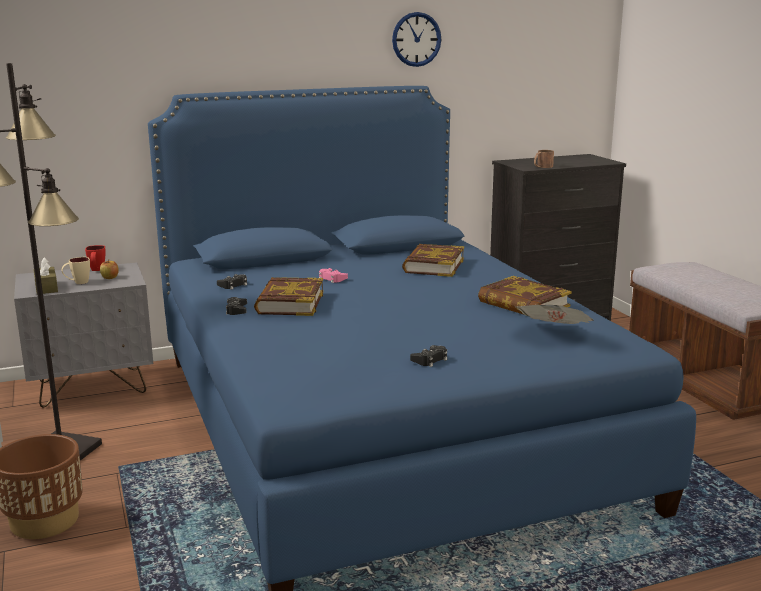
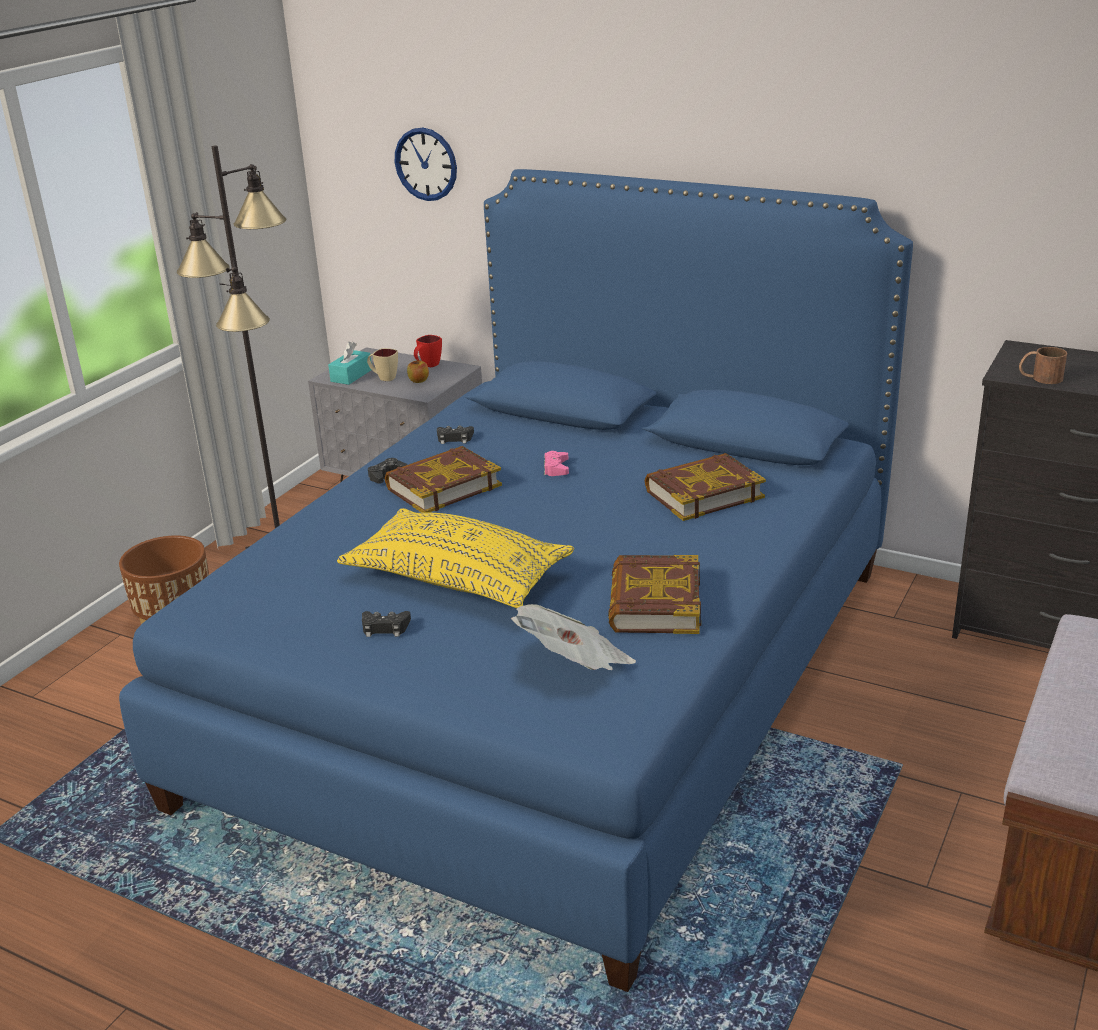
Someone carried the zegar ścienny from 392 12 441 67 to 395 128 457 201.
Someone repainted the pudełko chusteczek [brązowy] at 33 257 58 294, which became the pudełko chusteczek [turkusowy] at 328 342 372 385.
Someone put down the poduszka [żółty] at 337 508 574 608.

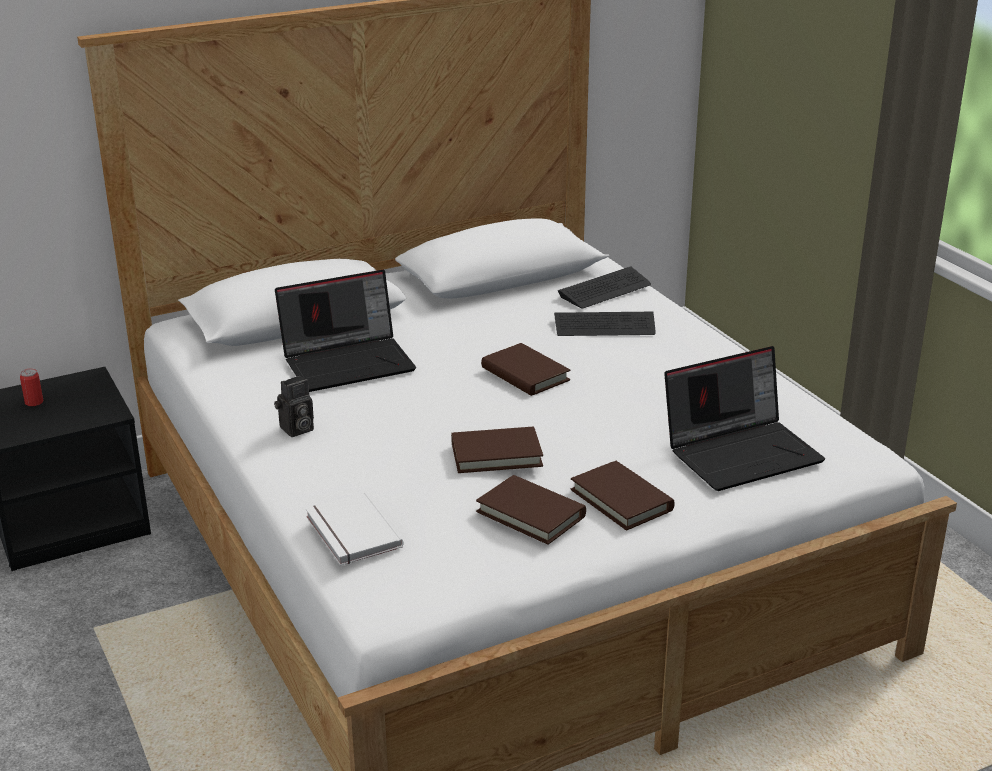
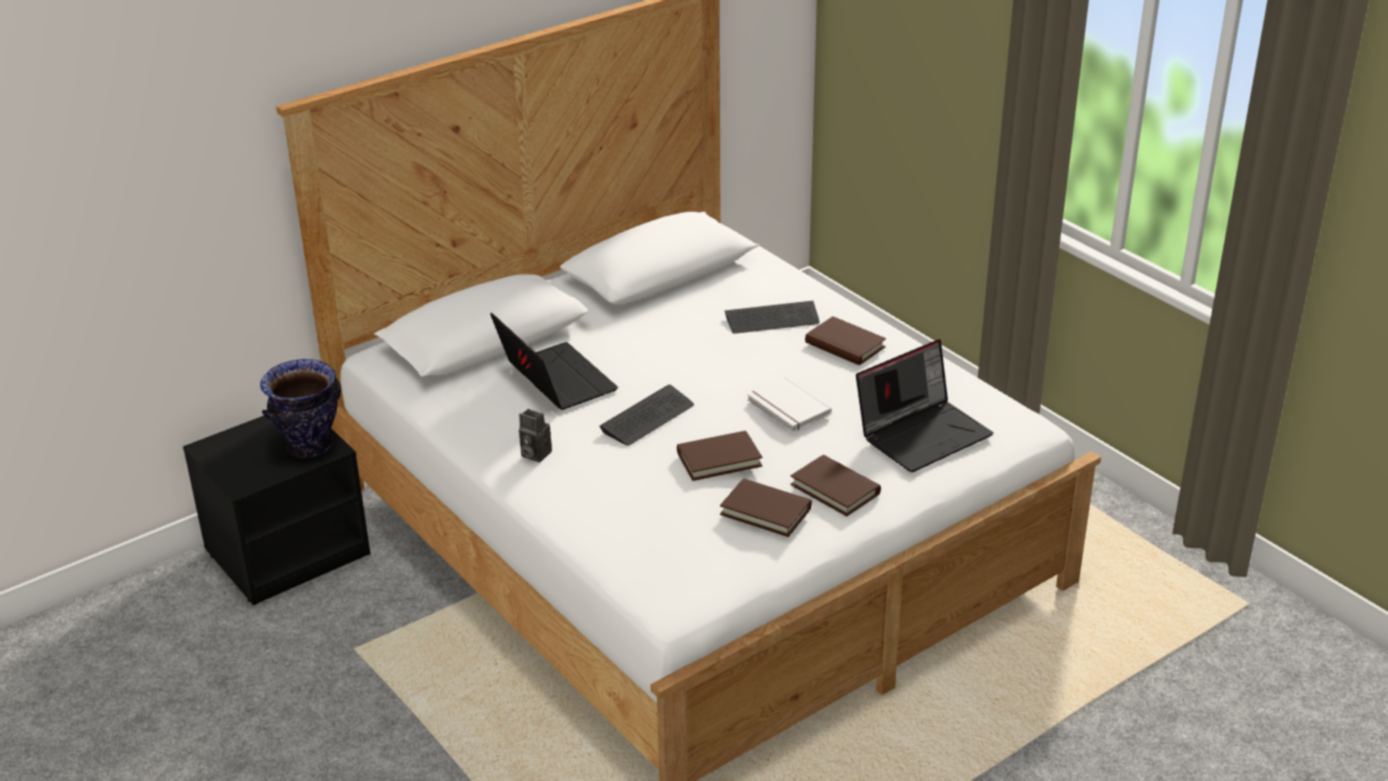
Someone carried the klawiatura from 558 266 651 308 to 600 385 694 446.
Someone rotated the laptop at 275 270 416 392 by 90 degrees counterclockwise.
Someone carried the książka [brązowy] from 481 343 570 396 to 805 316 886 365.
Someone took away the puszka at 20 368 43 406.
Someone rotated the aparat fotograficzny at 274 376 314 437 by 75 degrees clockwise.
Someone carried the książka [biały] from 306 492 404 566 to 747 377 832 432.
Someone put down the wazon at 260 359 341 458.

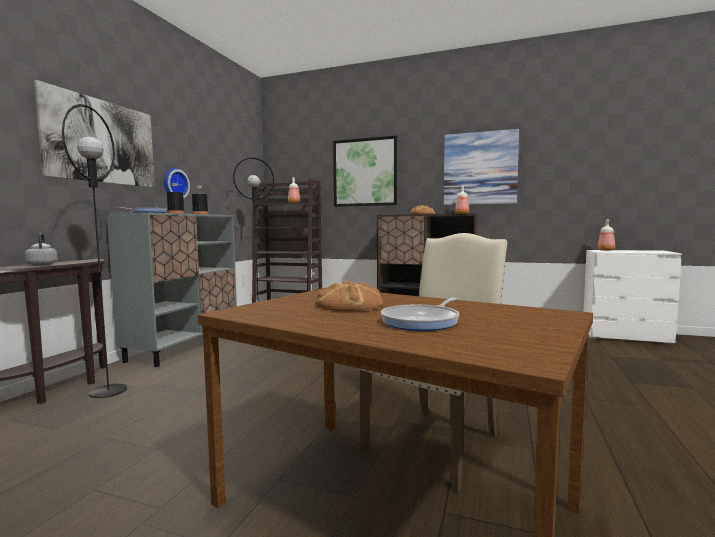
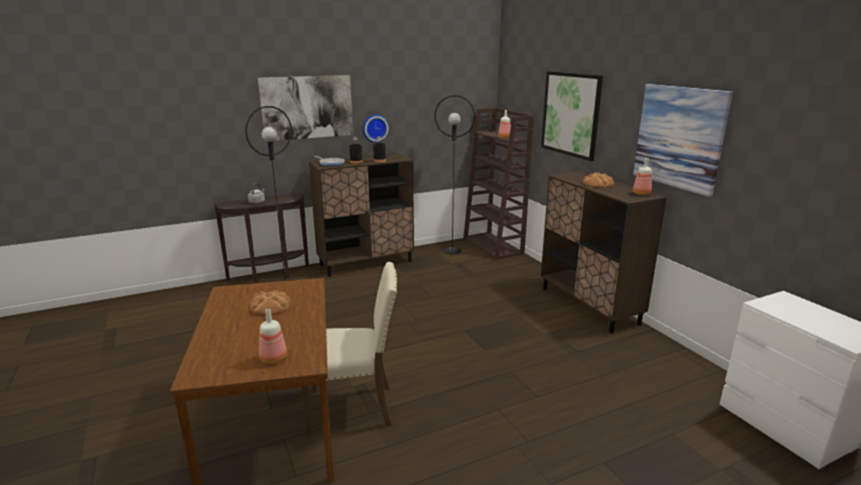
Someone repainted the szafka [szary] at 107 212 237 367, which became the szafka [brązowy] at 309 153 414 277.
Someone carried the butelka from 598 219 615 251 to 259 309 287 364.
Someone took away the patelnia at 381 298 459 331.

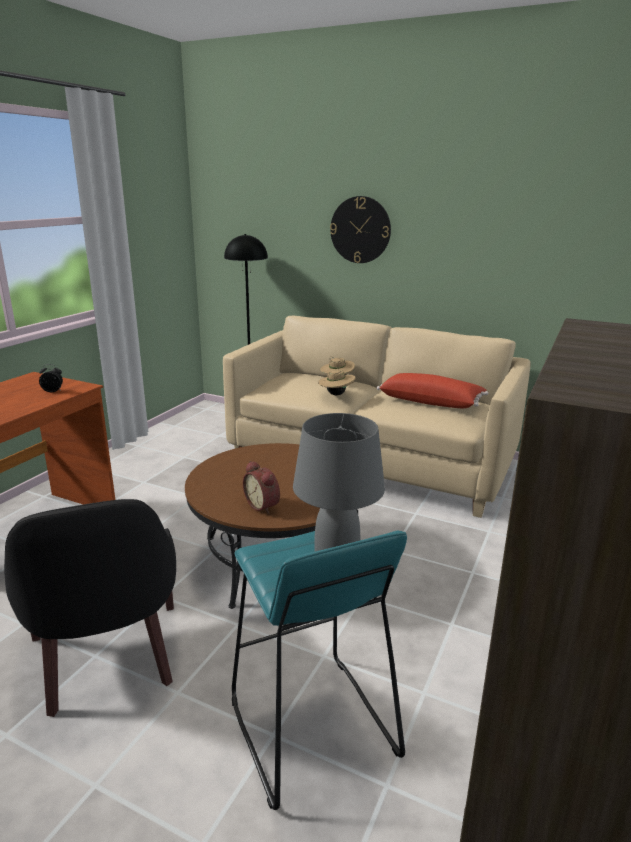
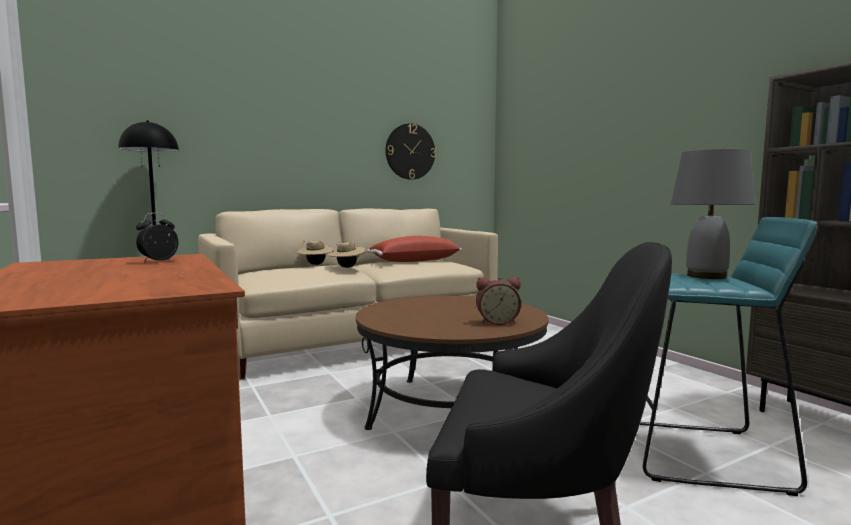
Someone carried the zegar ścienny from 330 196 391 263 to 386 123 436 180.

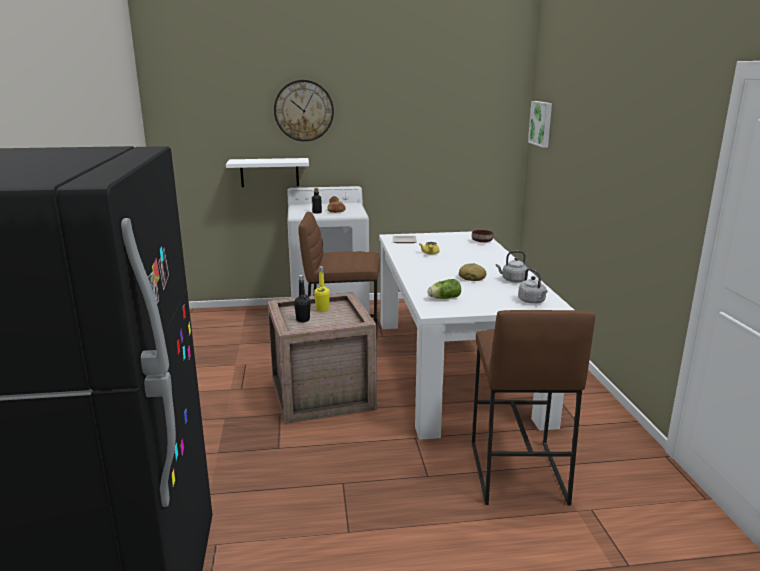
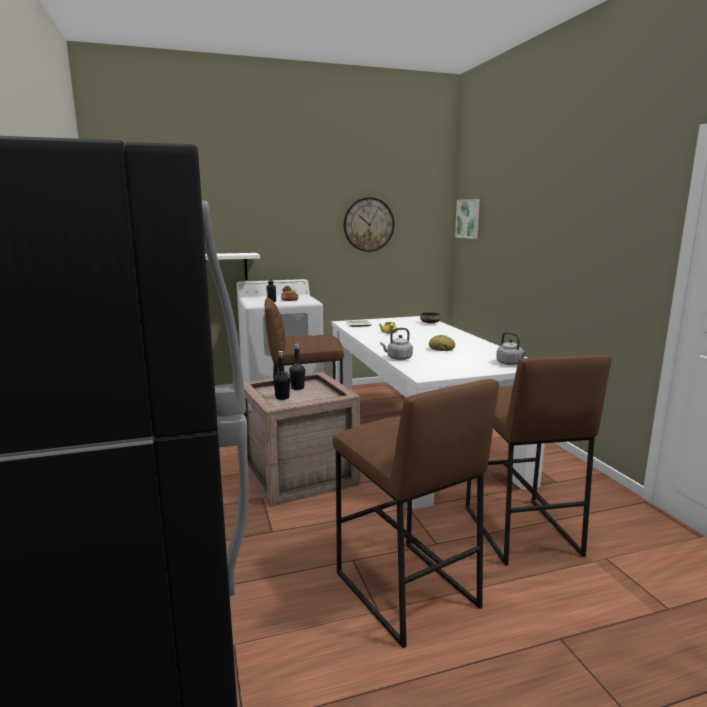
Someone carried the zegar ścienny from 274 80 334 142 to 344 197 394 252.
Someone carried the czajnik [szary] from 496 251 528 282 to 380 328 413 360.
Someone repainted the butelka [żółty] at 314 266 330 312, which became the butelka [czarny] at 289 344 305 390.
Someone took away the sałata at 427 279 461 299.
Someone put down the stołek [brązowy] at 332 379 499 648.

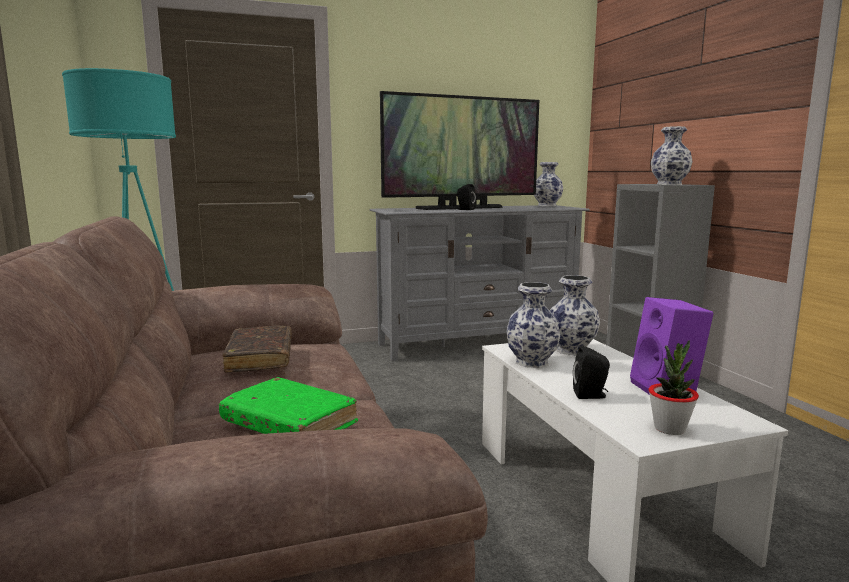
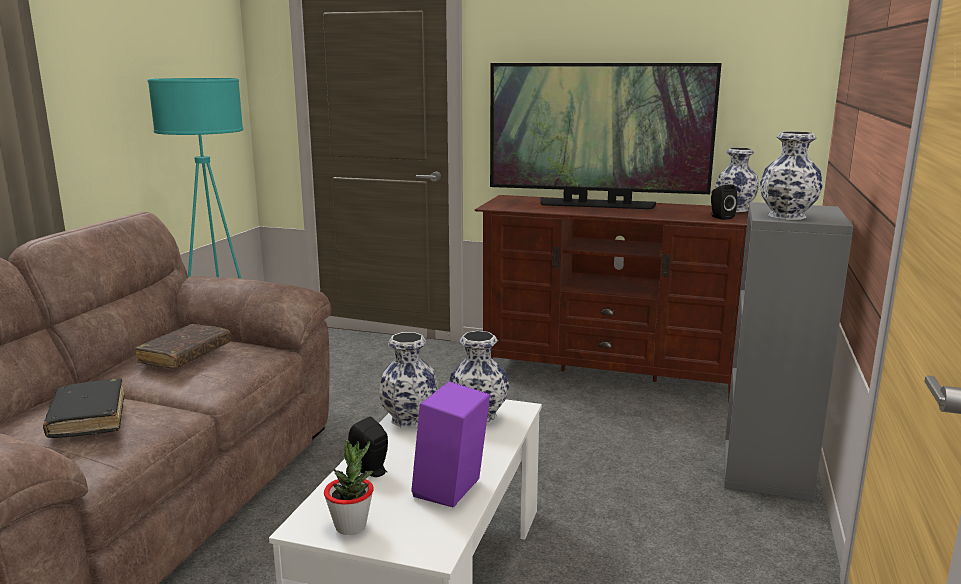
Someone carried the głośnik [czarny] from 457 184 476 210 to 711 184 737 220.
Someone repainted the szafka pod telewizor [szary] at 370 205 590 361, which became the szafka pod telewizor [brązowy] at 475 195 749 398.
Someone repainted the książka [zielony] at 219 377 358 434, which became the książka [czarny] at 43 378 124 438.

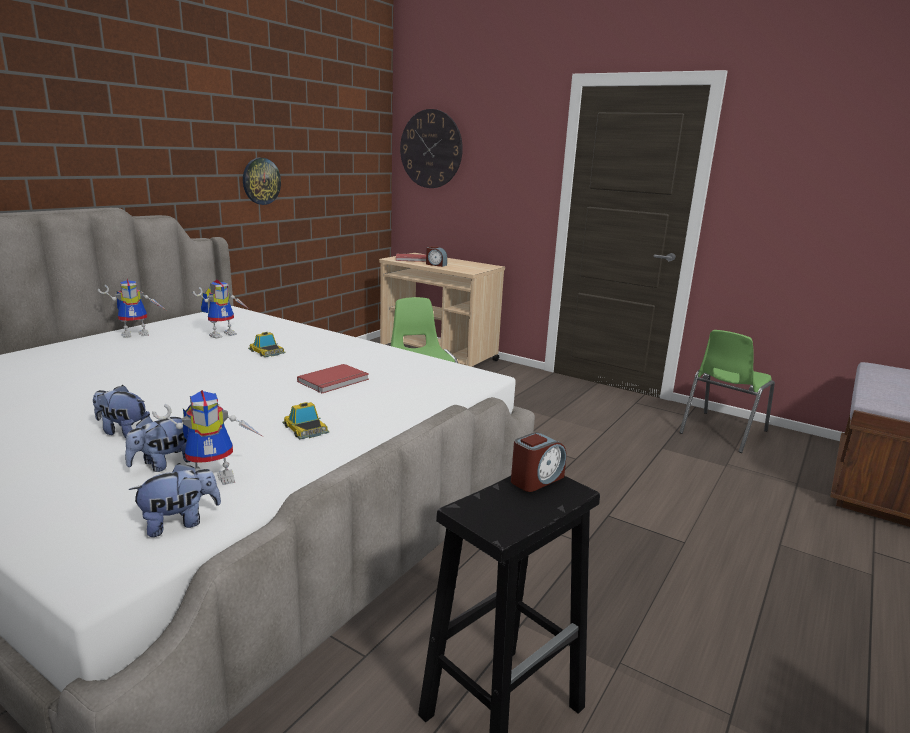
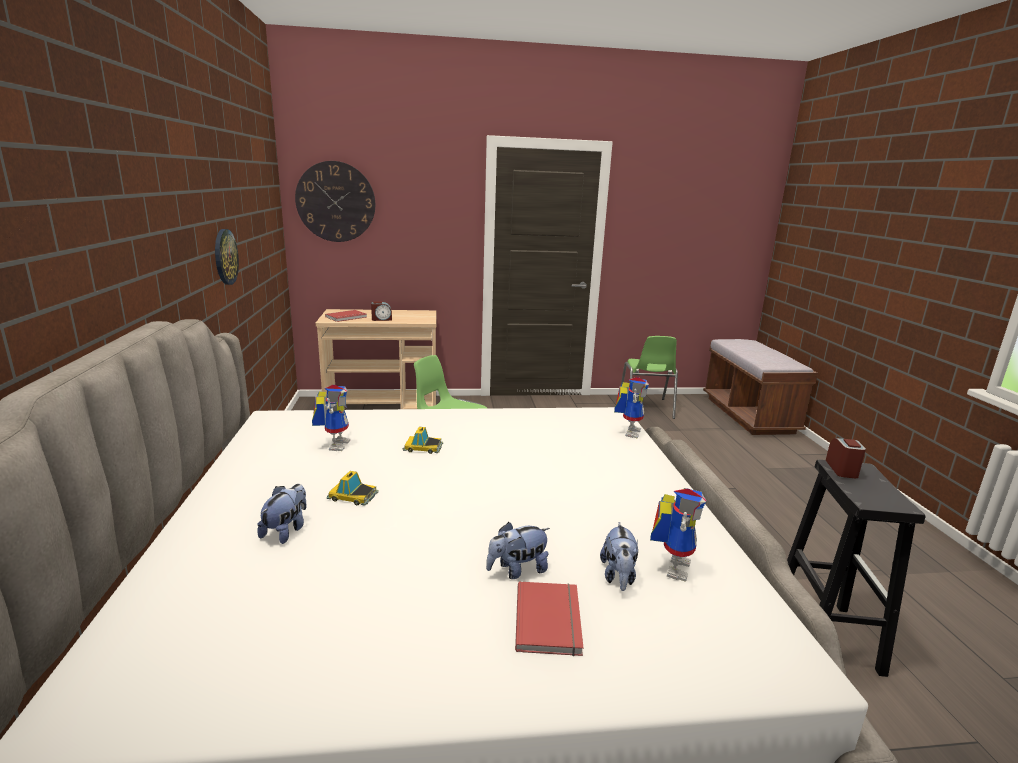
Someone carried the robot zabawkowy from 98 279 166 338 to 614 377 649 438.
Someone carried the książka [czerwony] from 297 364 369 393 to 515 582 583 656.
Someone carried the samochodzik from 282 402 329 439 to 327 471 379 506.
Someone carried the pluszak from 129 463 221 537 to 257 484 307 544.

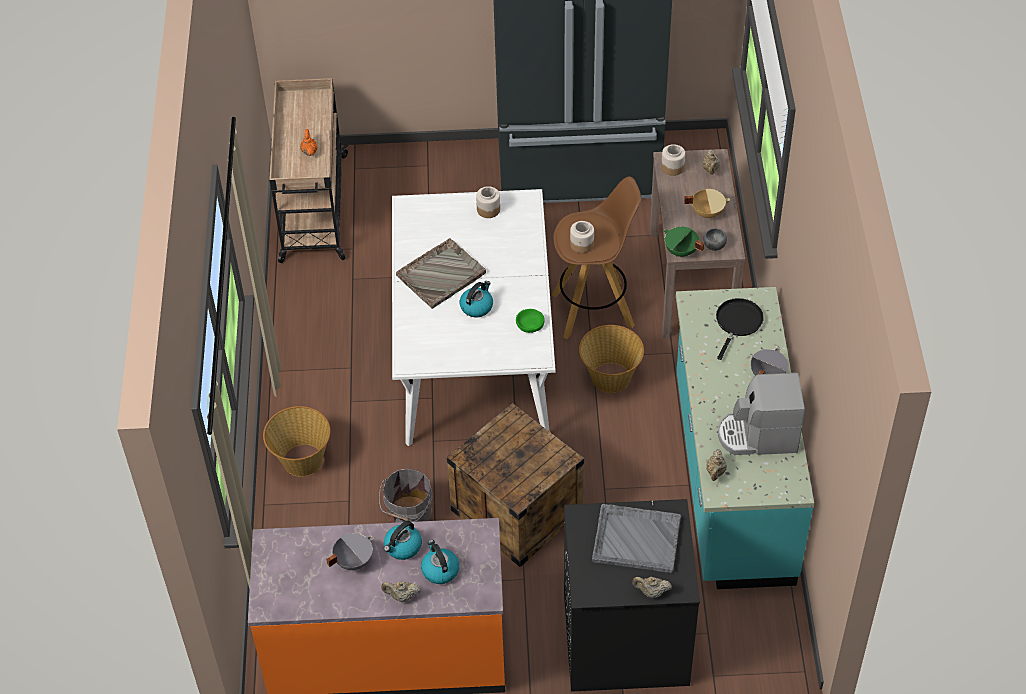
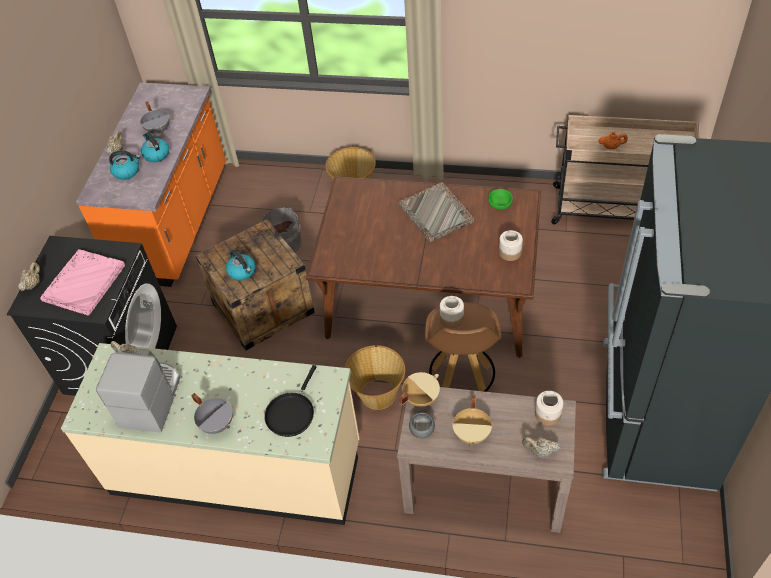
Someone repainted the stół jadalny [biały] at 392 189 556 446, which became the stół jadalny [brązowy] at 306 176 541 358.
Someone repainted the garnek [zielony] at 663 227 704 257, which became the garnek [beżowy] at 399 372 440 407.
Someone carried the czajnik from 460 281 493 317 to 226 250 256 281.
Someone repainted the zabudowa kuchenna [turkusowy] at 676 287 814 589, which became the zabudowa kuchenna [beżowy] at 61 343 360 525.
Someone rotated the patelnia [czarny] at 716 298 764 360 by 75 degrees clockwise.
Someone carried the miska [zielony] from 516 309 545 333 to 488 189 513 210.
Someone repainted the taca [szary] at 592 504 681 573, which became the taca [różowy] at 40 249 125 316.

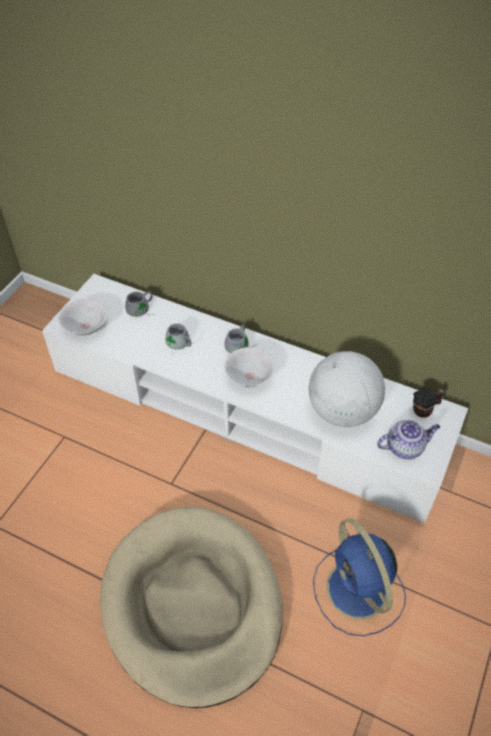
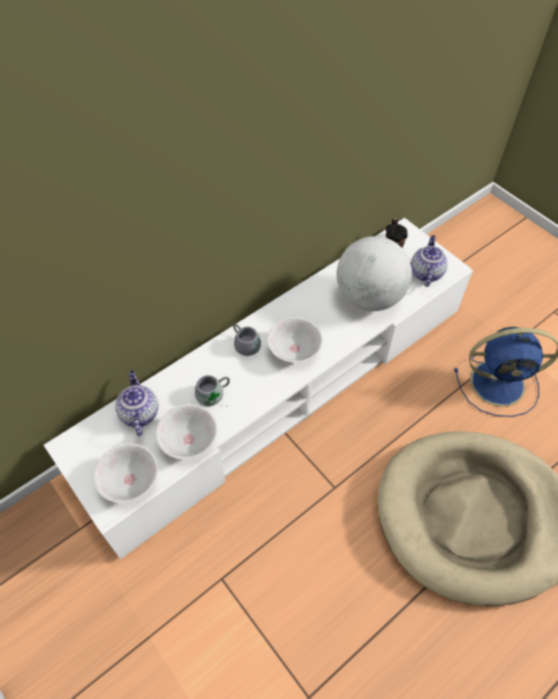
Someone swapped the kubek [szary] at 125 291 154 317 for the imbryk at 115 370 158 436.
Someone put down the miska [biały] at 156 404 217 459.

